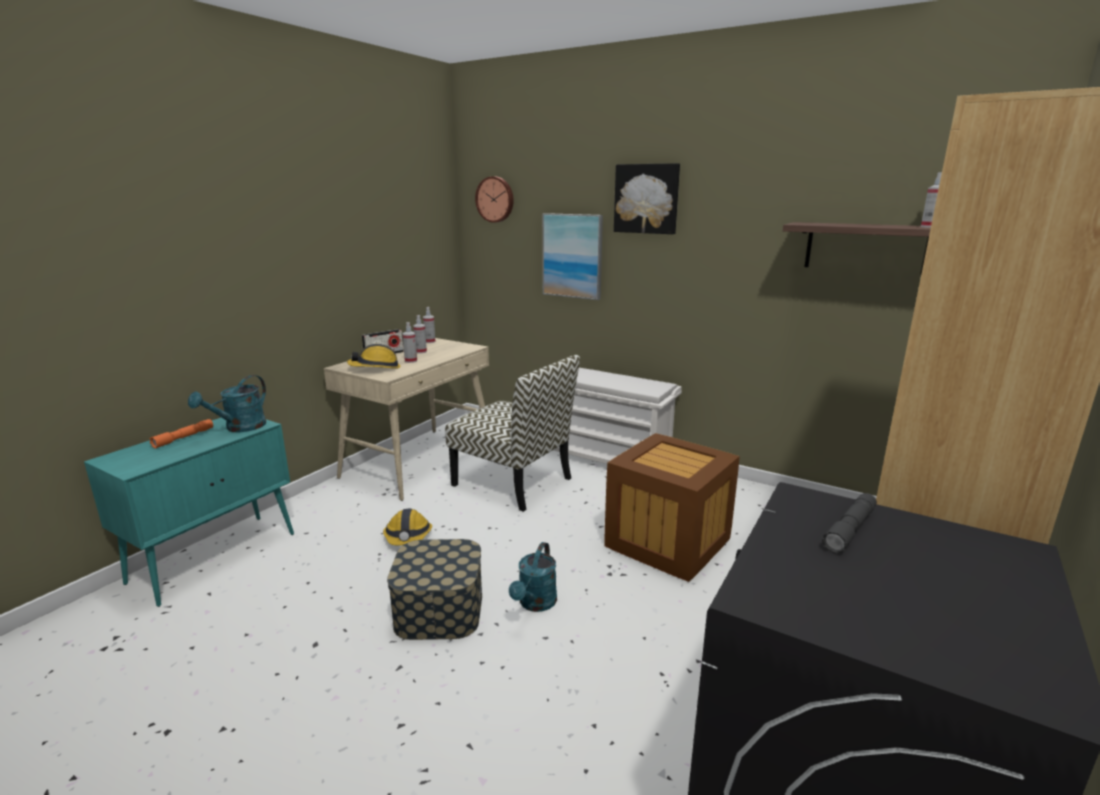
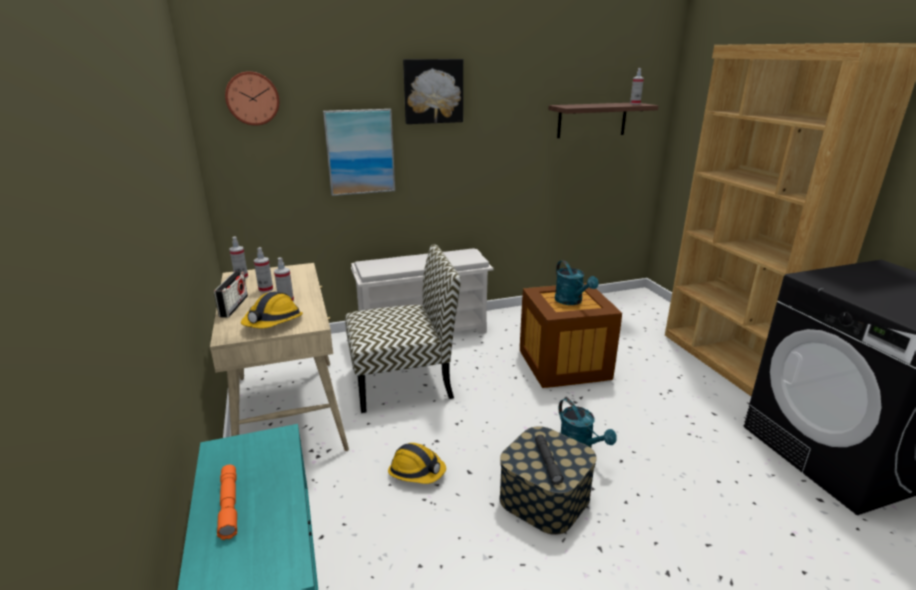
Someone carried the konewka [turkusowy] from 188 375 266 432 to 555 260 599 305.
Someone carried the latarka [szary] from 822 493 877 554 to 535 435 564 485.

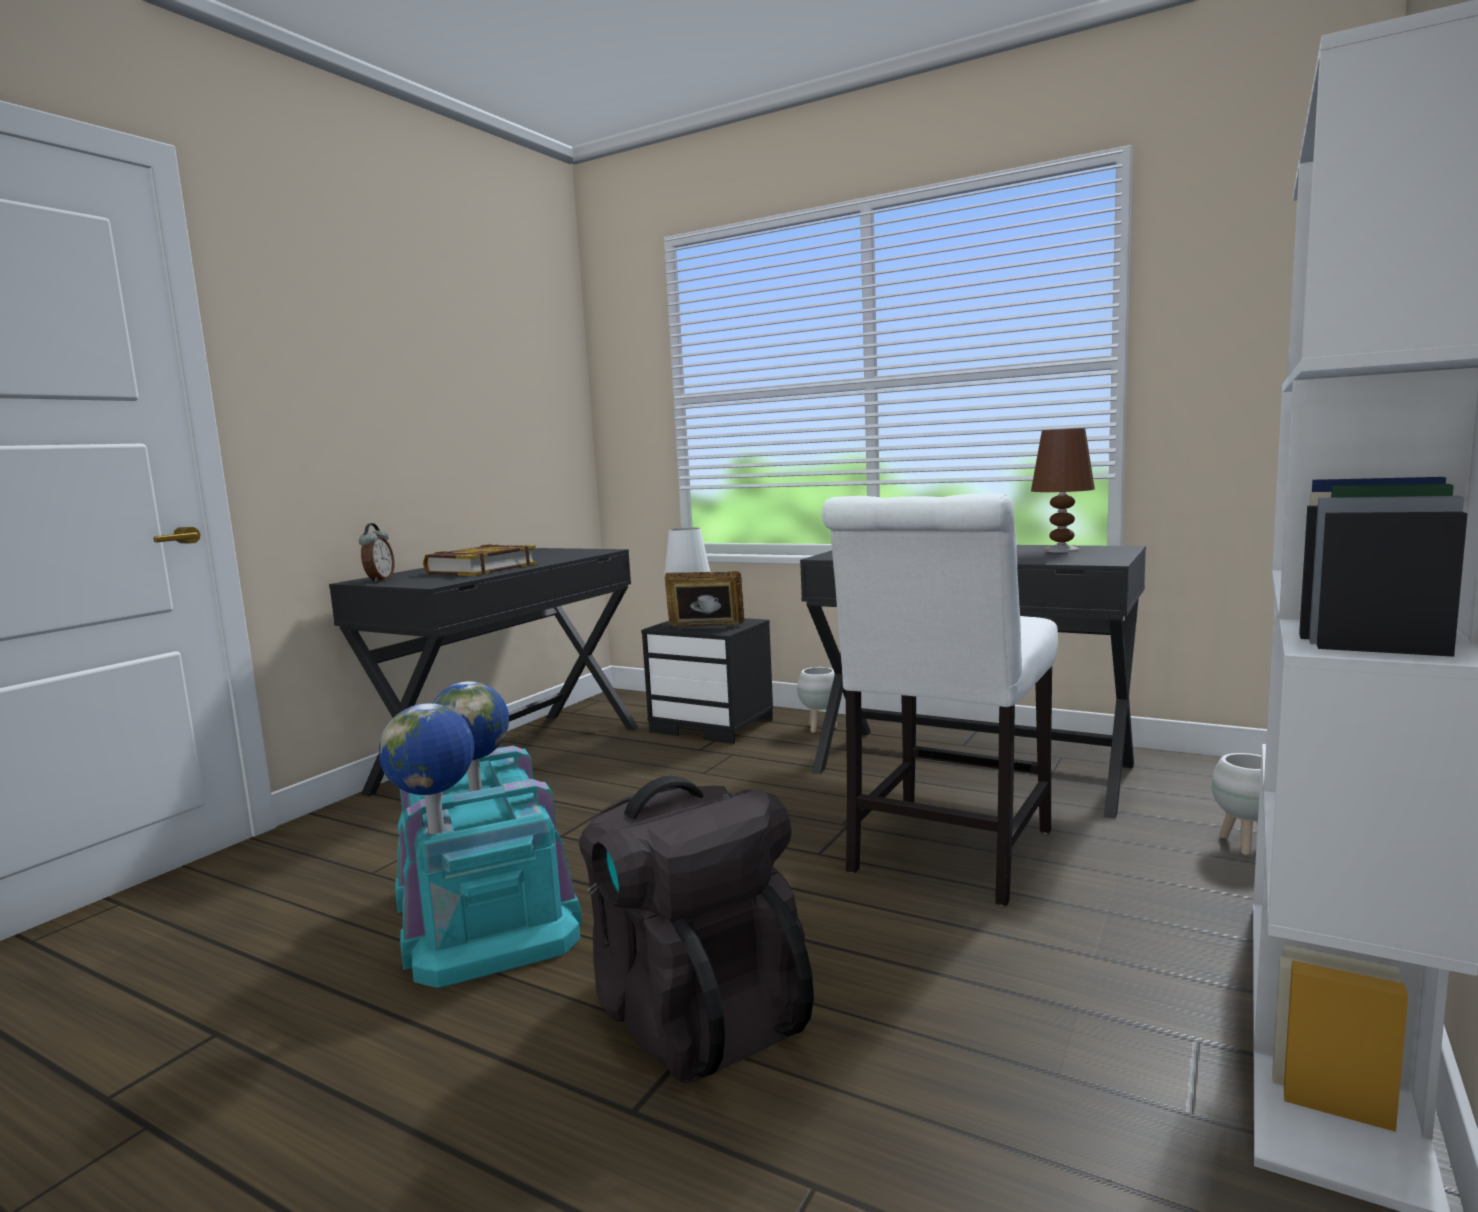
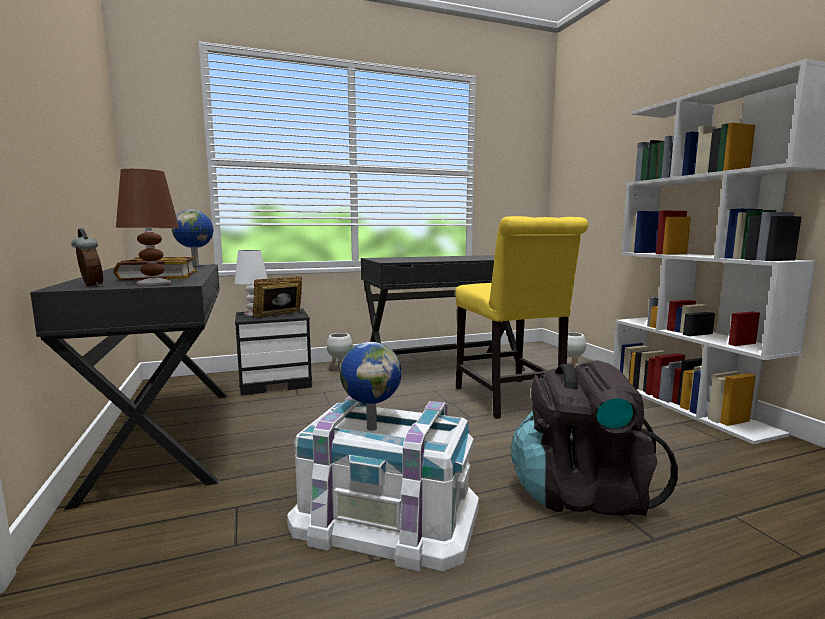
Someone carried the lampa stołowa [brązowy] from 1031 428 1095 553 to 116 169 179 285.
Someone repainted the krzesło [biały] at 822 494 1058 906, which became the krzesło [żółty] at 455 216 588 419.
Someone carried the globus from 379 703 474 834 to 171 210 213 266.
Someone repainted the pojemnik do przechowywania [turkusowy] at 395 746 582 988, which became the pojemnik do przechowywania [biały] at 287 396 479 572.

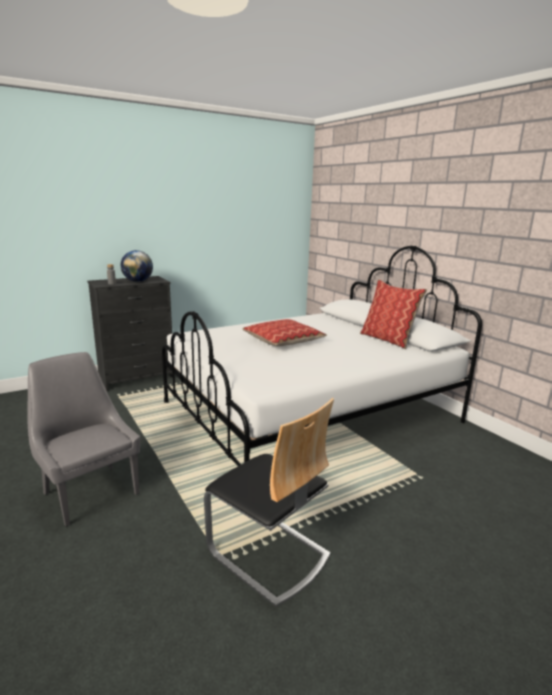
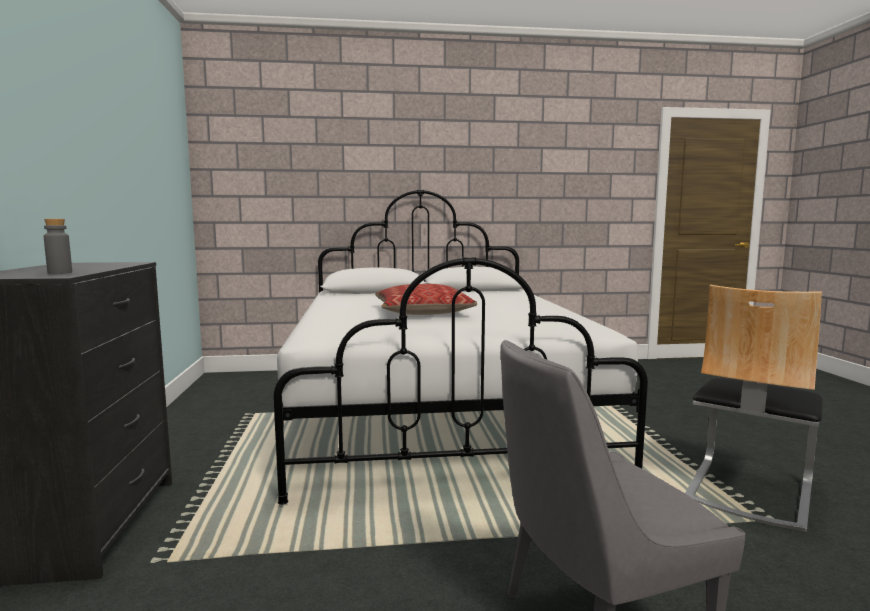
Someone took away the globus at 121 250 153 282.
Someone took away the poduszka at 360 280 427 349.
Someone rotated the krzesło at 204 398 334 607 by 150 degrees clockwise.

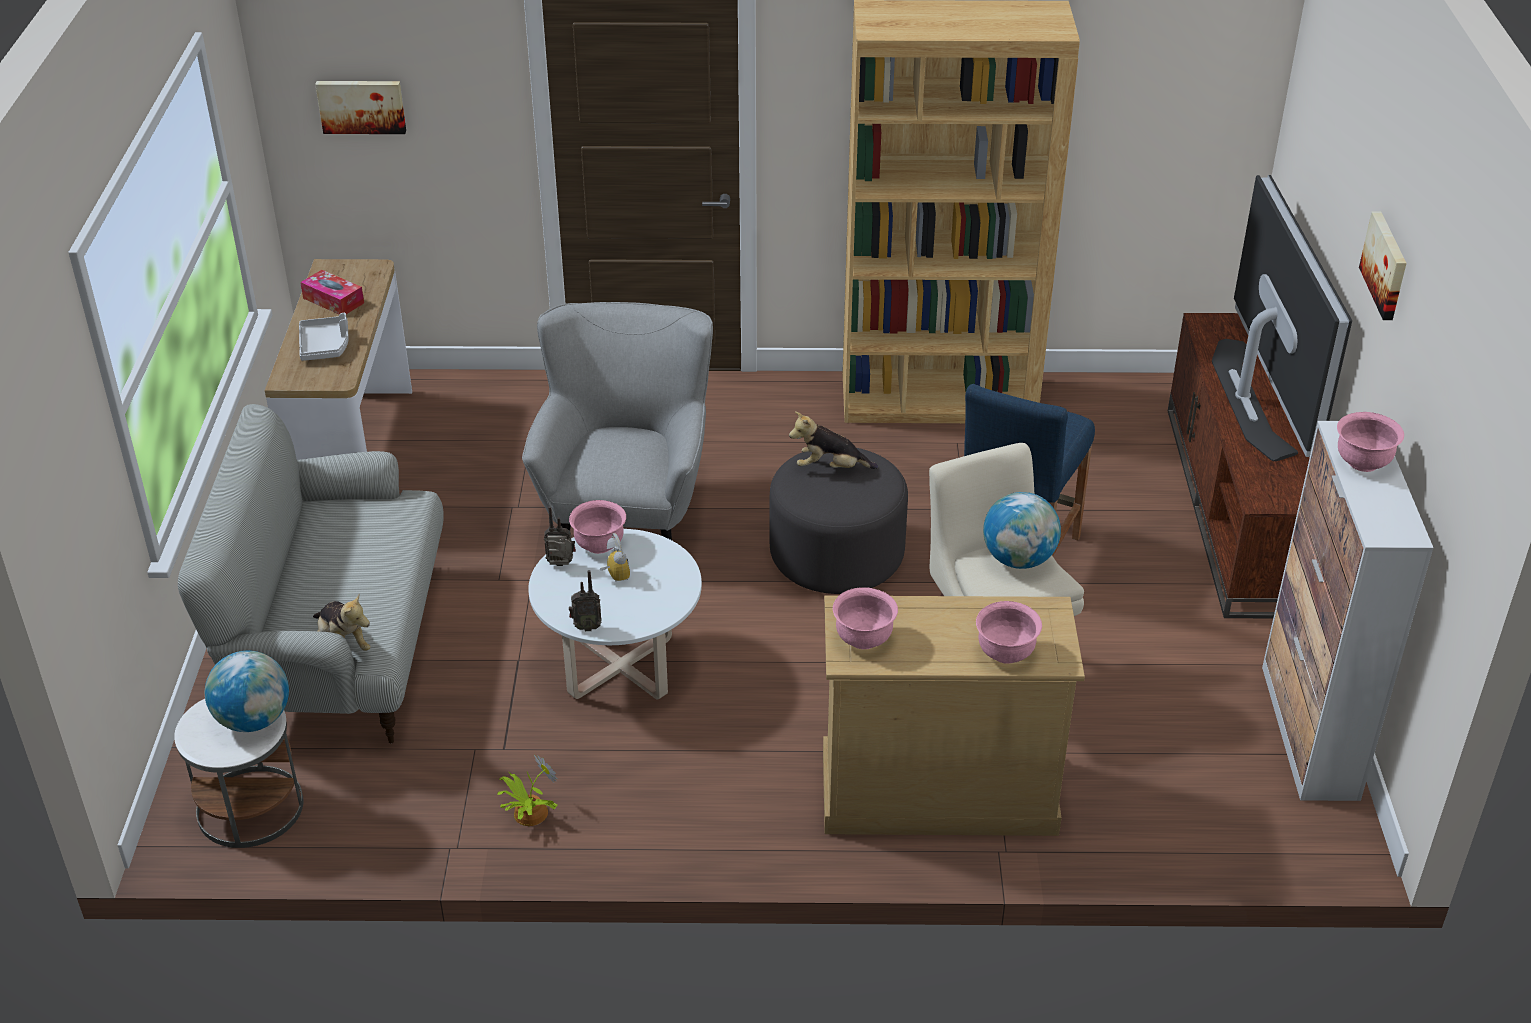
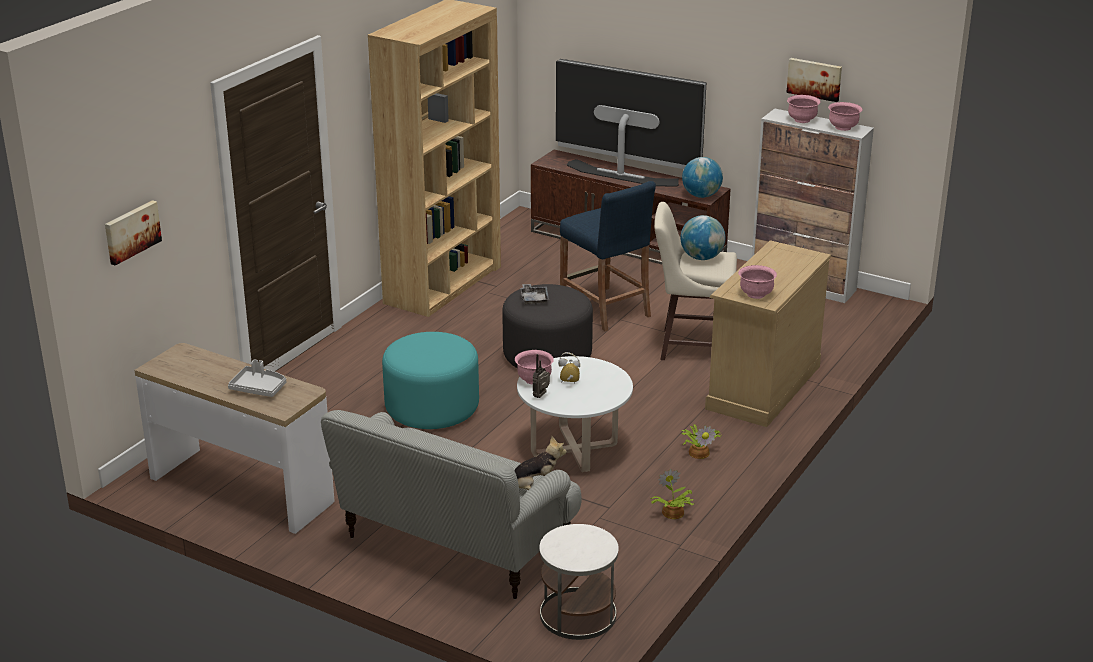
Someone carried the obraz from 1359 211 1407 320 to 786 58 842 102.
Someone took away the pudełko chusteczek at 300 270 364 314.
Someone swapped the fotel [szary] at 522 302 713 540 for the pufa [turkusowy] at 382 332 479 429.
Someone swapped the pluszak at 789 412 878 469 for the taca [szary] at 521 284 549 305.
Someone took away the radio at 569 570 602 631.
Someone carried the miska [różowy] from 976 601 1042 664 to 828 102 863 131.
Someone carried the globus from 205 651 289 732 to 682 157 723 198.
Someone put down the roślina doniczkowa at 681 424 721 459.

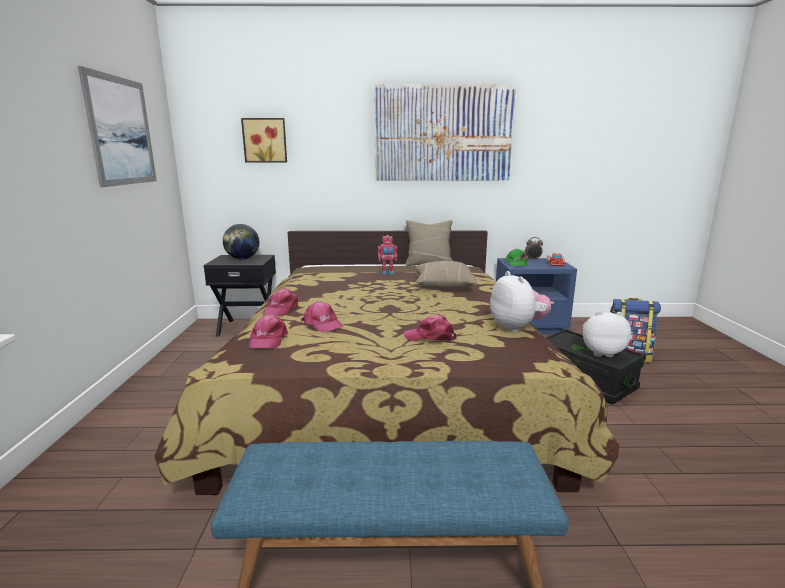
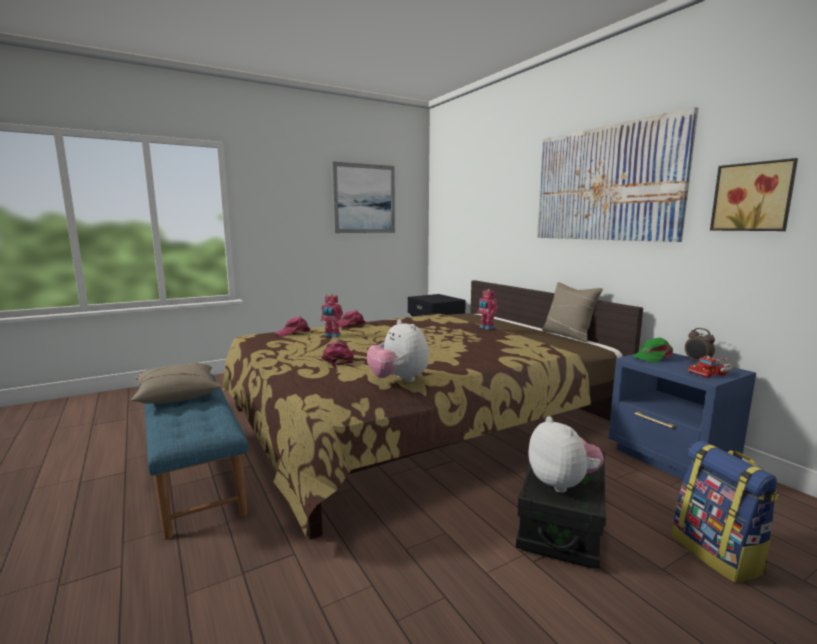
Someone carried the obraz from 241 118 287 162 to 710 158 798 231.
Someone took away the globus at 223 224 259 260.
Someone carried the poduszka [beżowy] from 415 261 477 289 to 130 363 221 404.
Someone rotated the pluszak at 490 271 551 332 by 105 degrees clockwise.
Someone swapped the czapka z daszkiem [różowy] at 301 301 344 332 for the robot zabawkowy at 320 294 343 337.

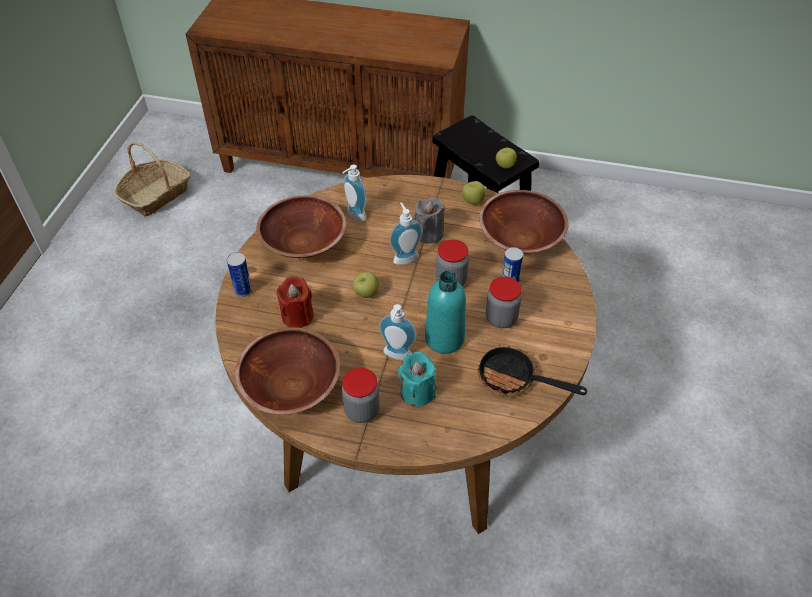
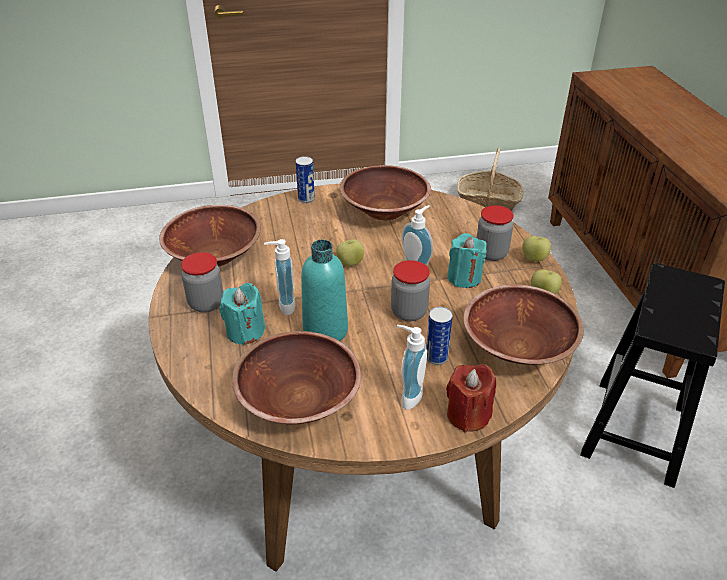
Someone carried the jabłko from 496 148 517 169 to 522 236 551 261.
Someone carried the dozownik mydła from 342 165 366 222 to 397 325 427 410.
Someone repainted the świeca [szary] at 414 197 445 244, which became the świeca [turkusowy] at 447 233 487 288.
Someone carried the świeca [czerwony] from 276 276 314 328 to 446 364 496 433.
Someone carried the słoik from 486 277 522 328 to 477 205 514 261.
Someone swapped the patelnia at 478 345 587 397 for the miska [brązowy] at 232 331 361 424.

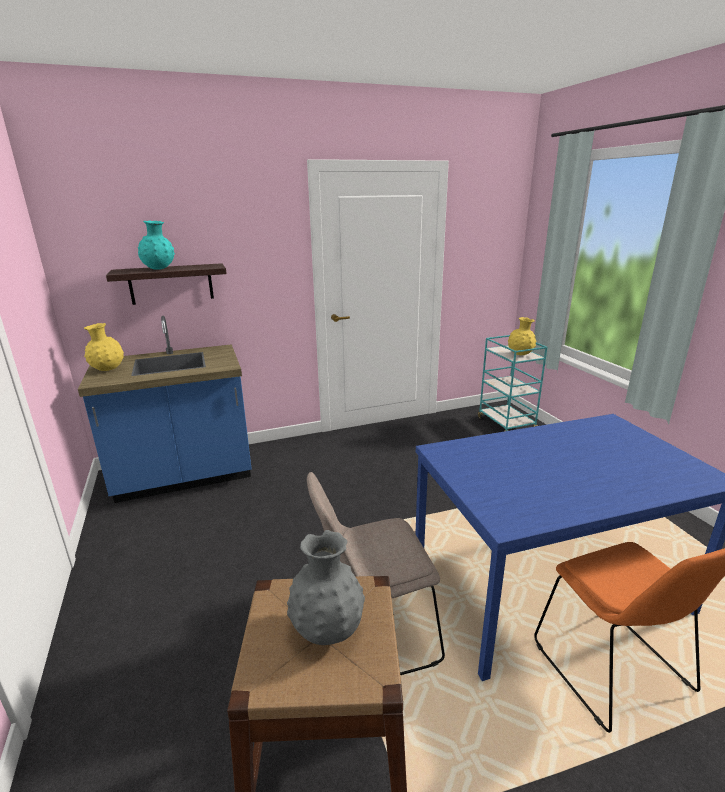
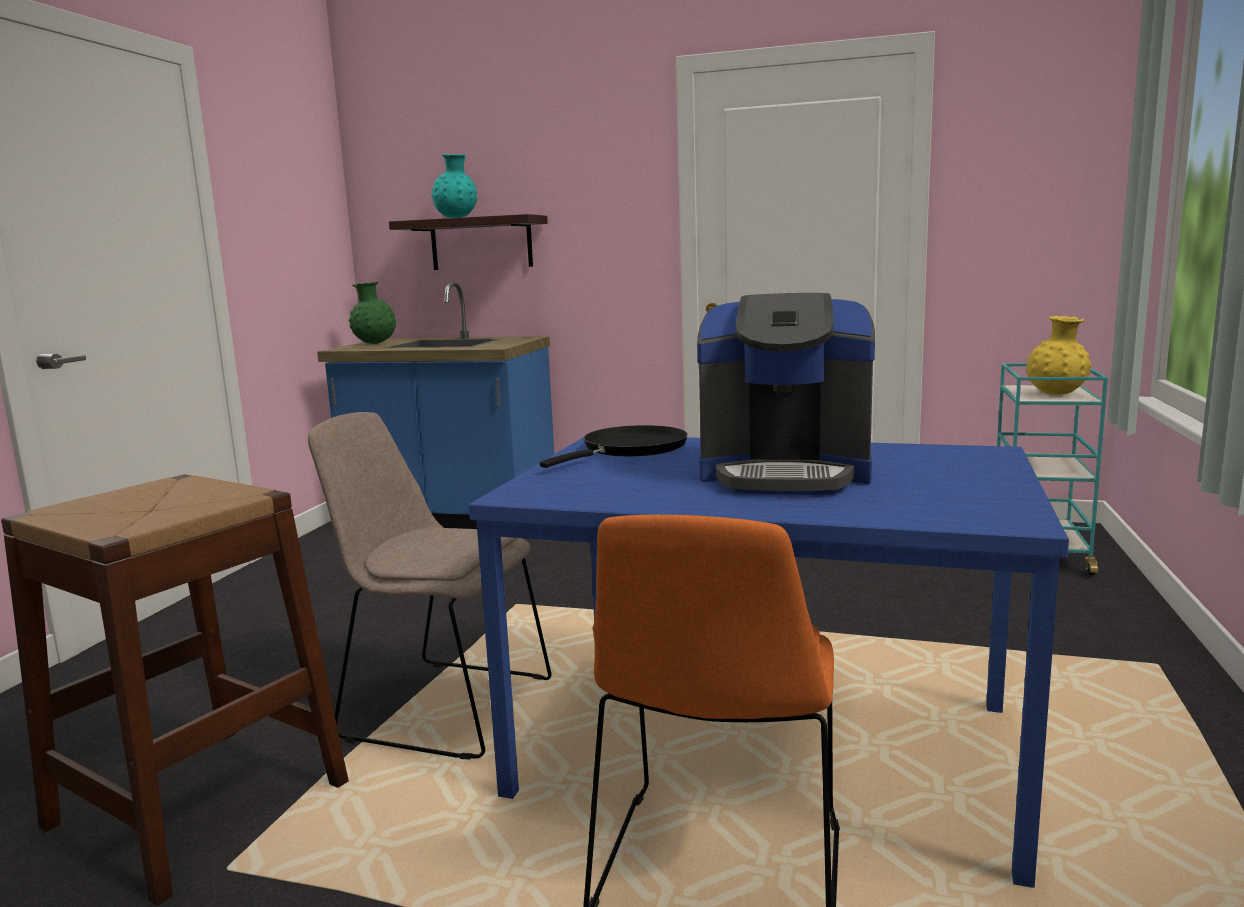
Someone repainted the wazon [żółty] at 84 323 124 371, which became the wazon [zielony] at 349 281 396 344.
Someone took away the wazon [szary] at 287 530 365 645.
Someone put down the ekspres do kawy at 697 293 875 494.
Someone put down the patelnia [czarny] at 540 425 688 468.

